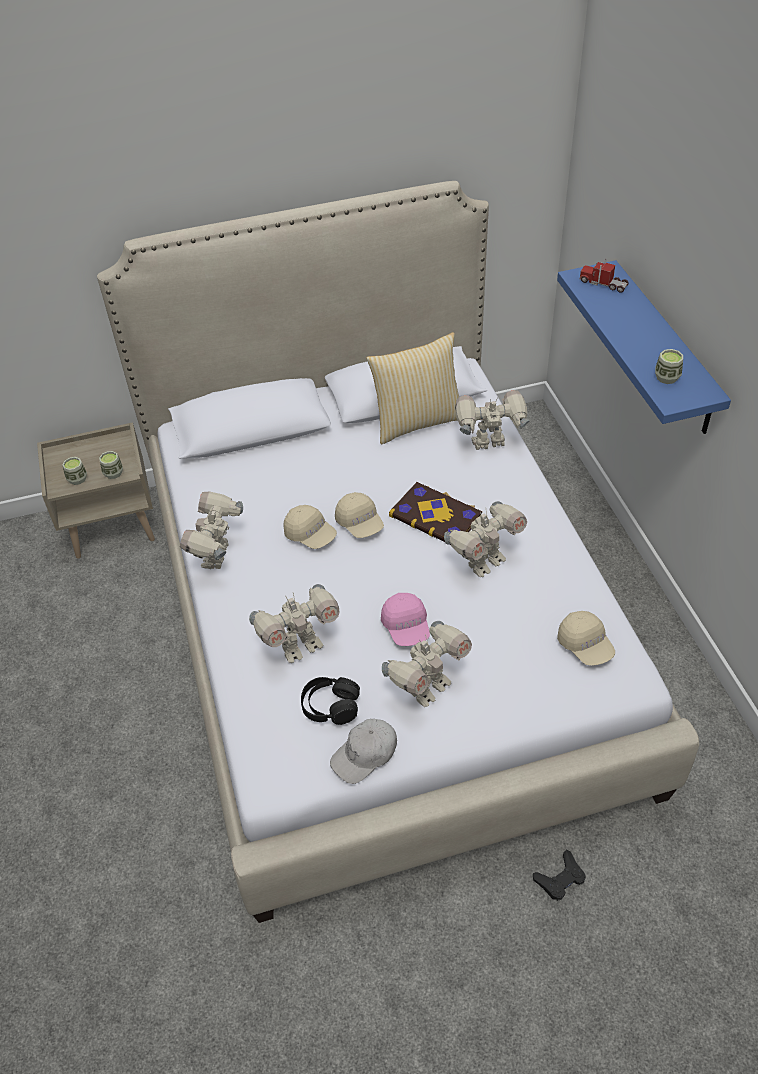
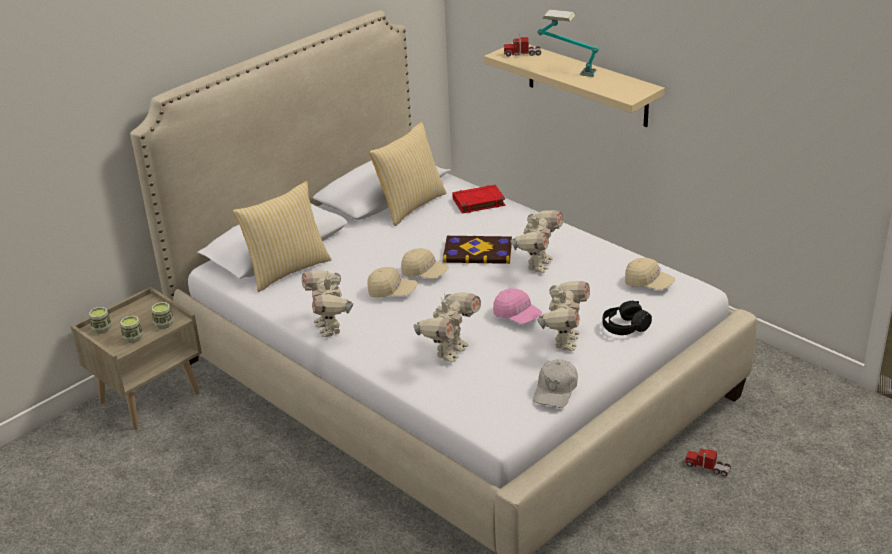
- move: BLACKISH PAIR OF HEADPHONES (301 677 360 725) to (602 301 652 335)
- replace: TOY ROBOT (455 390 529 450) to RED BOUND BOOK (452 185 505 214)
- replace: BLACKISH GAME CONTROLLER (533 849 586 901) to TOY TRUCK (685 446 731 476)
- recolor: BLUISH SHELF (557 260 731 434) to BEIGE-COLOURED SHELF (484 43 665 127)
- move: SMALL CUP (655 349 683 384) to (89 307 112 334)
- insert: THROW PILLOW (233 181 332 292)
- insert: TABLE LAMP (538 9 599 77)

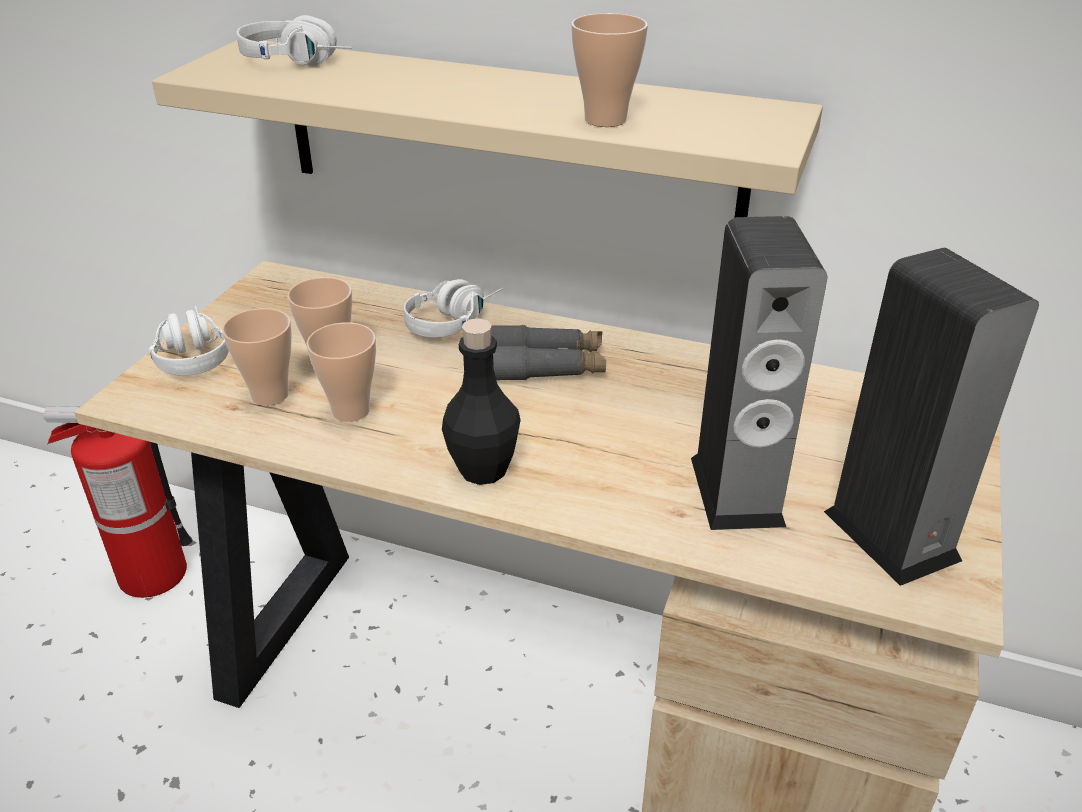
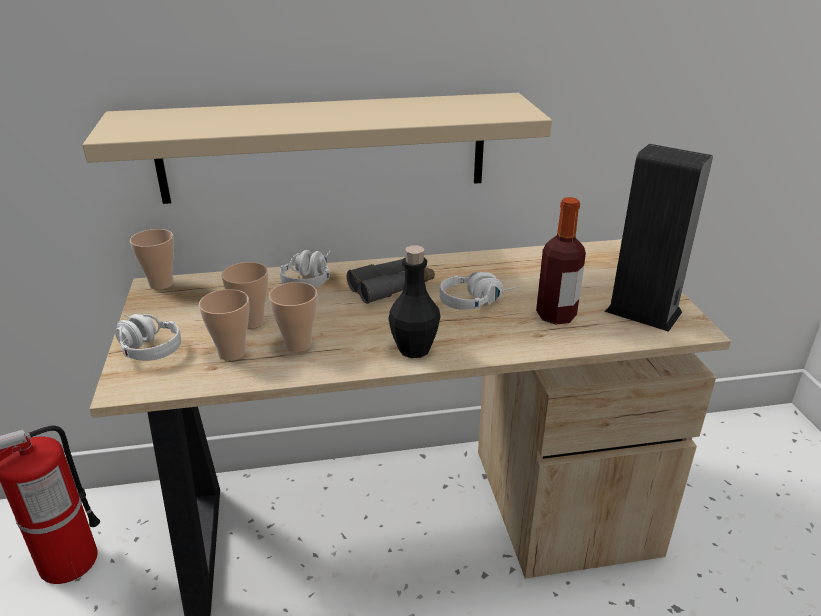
- move: WHITE-COLOURED PAIR OF HEADPHONES (237 15 352 66) to (440 272 520 309)
- move: SMALL CUP (571 13 648 127) to (130 229 174 290)
- replace: LOUDSPEAKER (691 216 827 530) to DRINK BOTTLE (536 197 586 325)

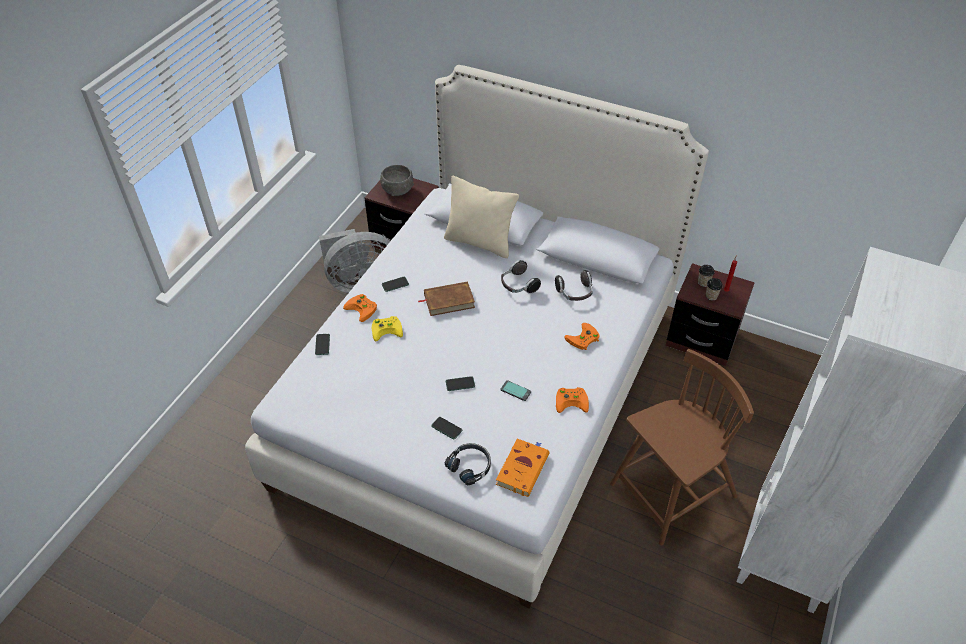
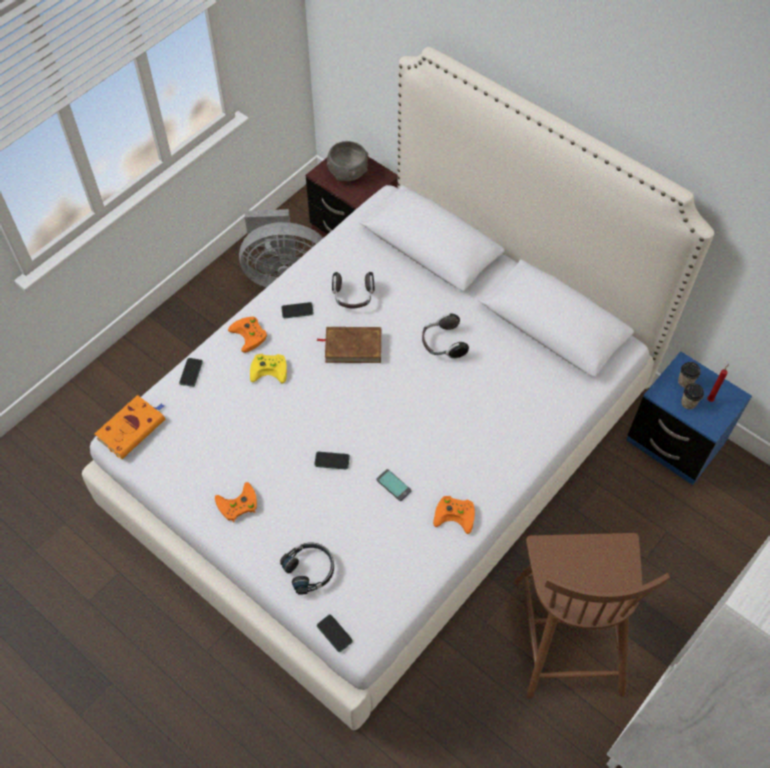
- move: PHONE (431 417 462 440) to (317 615 353 652)
- delete: BEIGE-COLOURED THROW PILLOW (444 176 519 258)
- move: ORANGEY BOUND BOOK (496 439 549 497) to (95 395 165 459)
- move: PAIR OF HEADPHONES (555 270 593 301) to (332 272 375 308)
- move: ORANGEY GAME CONTROLLER (564 323 600 350) to (215 482 257 522)
- rotate: BROWN UPRIGHT CHAIR (610 349 754 546) = (513 533 670 699) 105 degrees clockwise
- recolor: BROWN NIGHT TABLE (666 263 755 366) to BLUISH NIGHT TABLE (626 351 752 485)

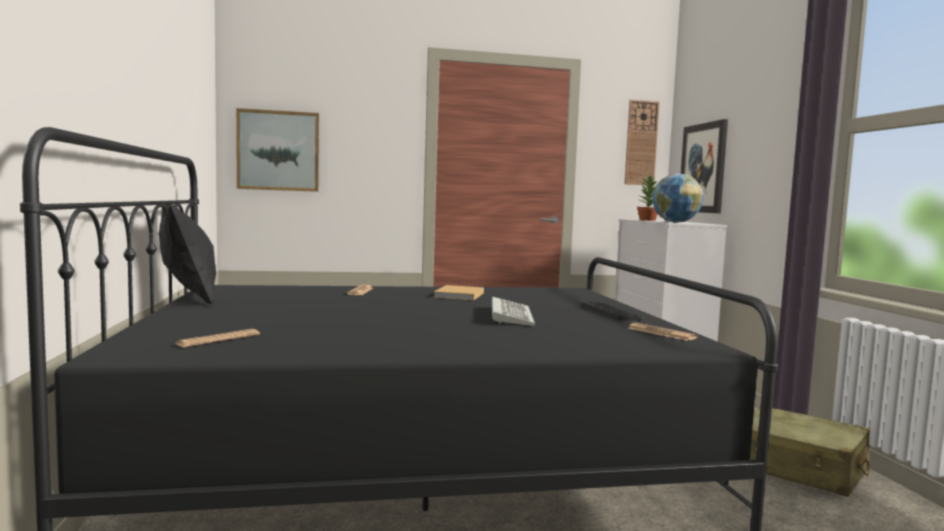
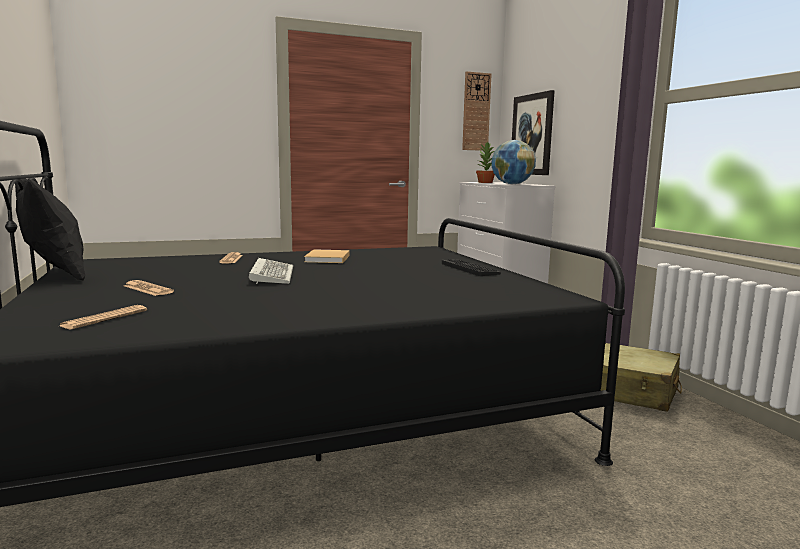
- delete: WALL PICTURE (236 108 319 192)
- move: KEYBOARD (492 297 535 326) to (249 258 293 284)
- move: DAILY PAPER (628 323 698 341) to (124 280 174 296)

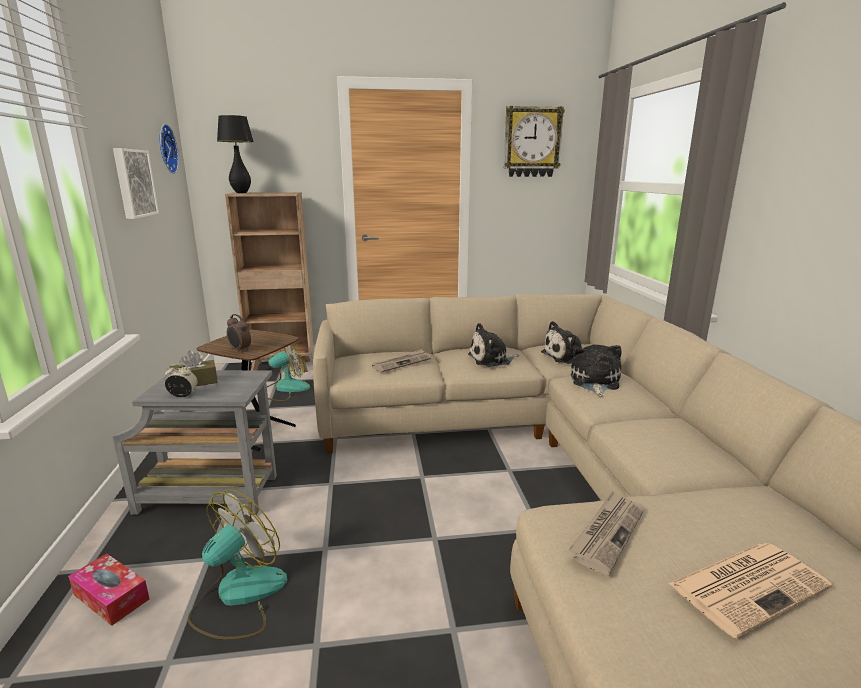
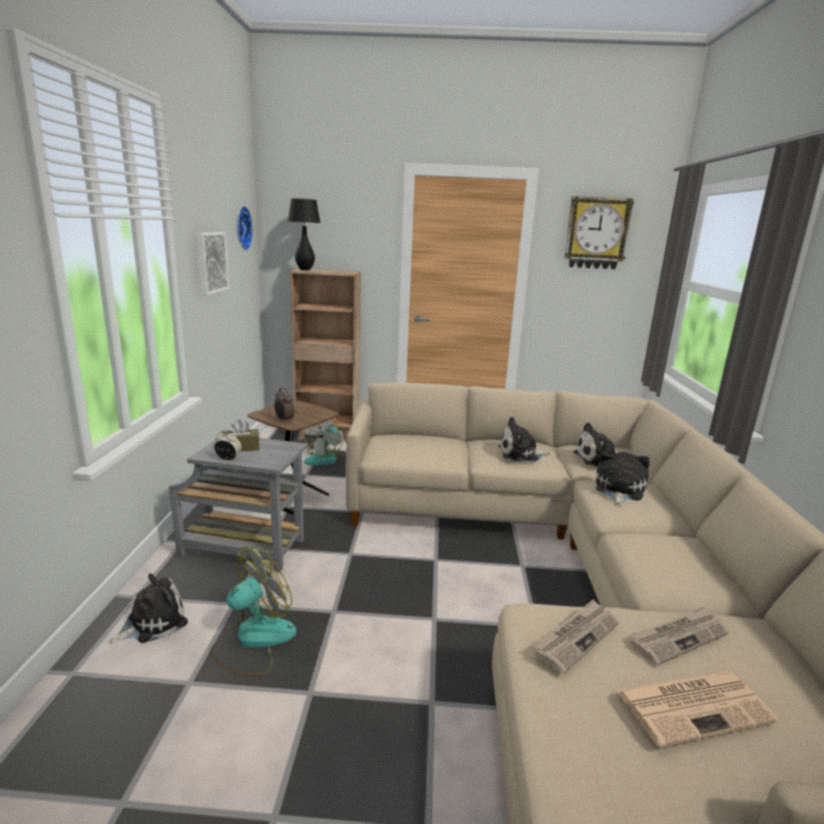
- replace: TISSUE HOLDER (68 553 149 626) to PLUSH TOY (109 573 188 644)
- rotate: ELECTRIC FAN (267 333 310 401) = (303 417 345 466) 135 degrees clockwise
- move: DAILY PAPER (372 349 431 372) to (630 606 729 666)

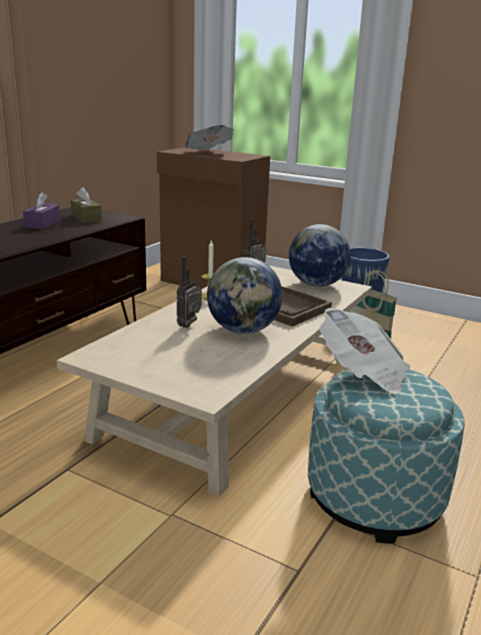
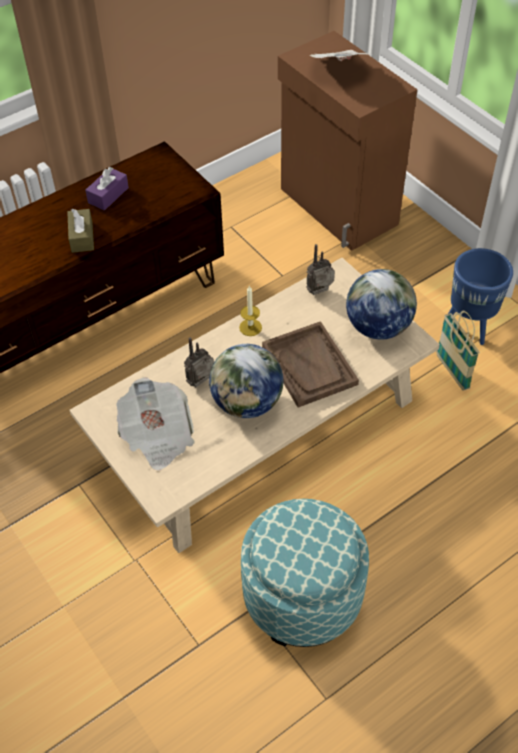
- move: BROWN TISSUE HOLDER (71 187 102 223) to (67 209 94 253)
- move: DAILY PAPER (319 308 410 394) to (116 377 195 470)

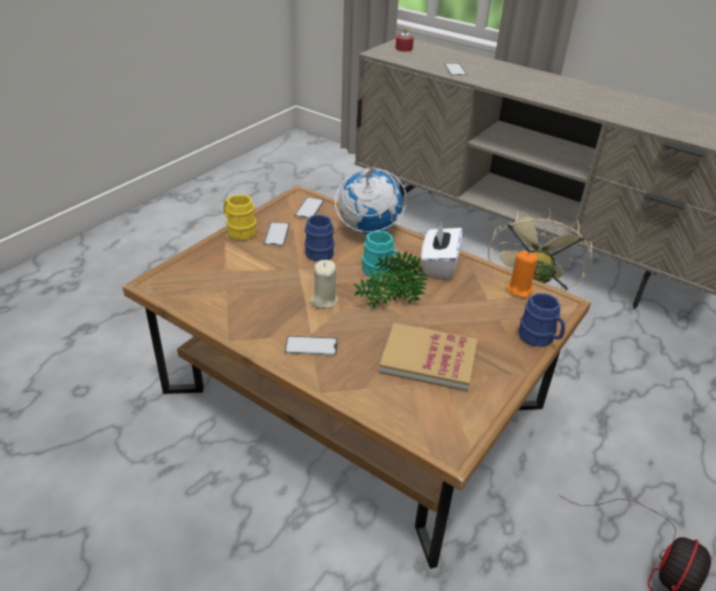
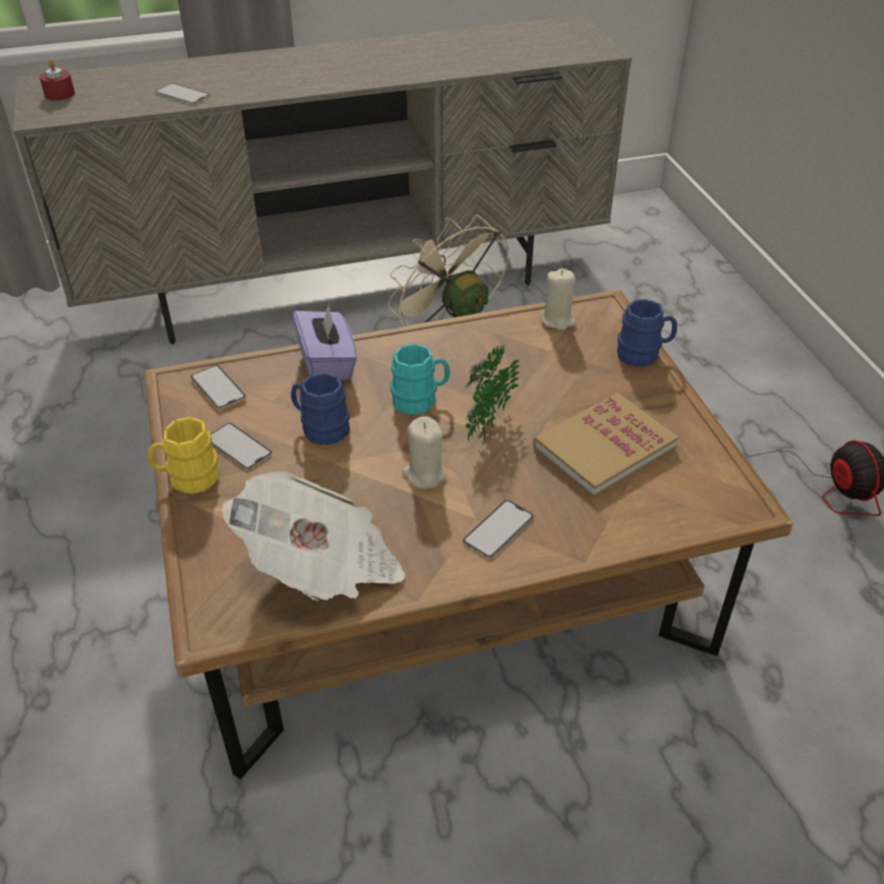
- replace: GLOBE (335 163 407 234) to PURPLISH TISSUE HOLDER (293 304 357 381)
- delete: WHITE-COLOURED TISSUE HOLDER (421 222 463 279)
- recolor: ORANGEY CANDLE (507 251 538 299) to BEIGE-COLOURED CANDLE (541 268 576 330)
- insert: DAILY PAPER (222 471 406 601)

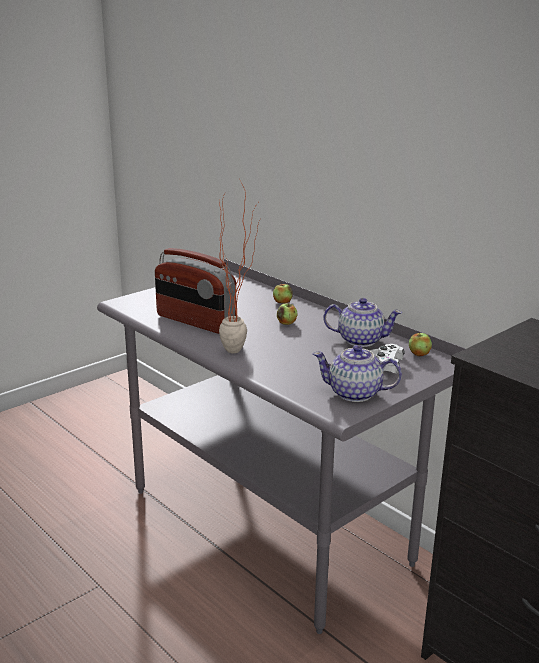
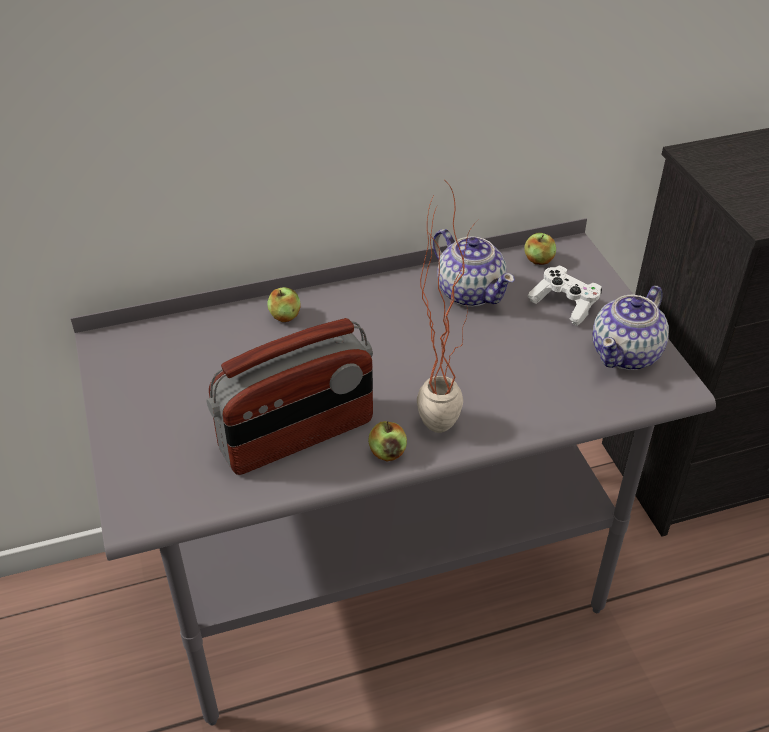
- move: APPLE (277 301 298 325) to (368 421 407 461)
- rotate: TEA POT (323 298 402 347) = (433 229 515 307) 105 degrees clockwise

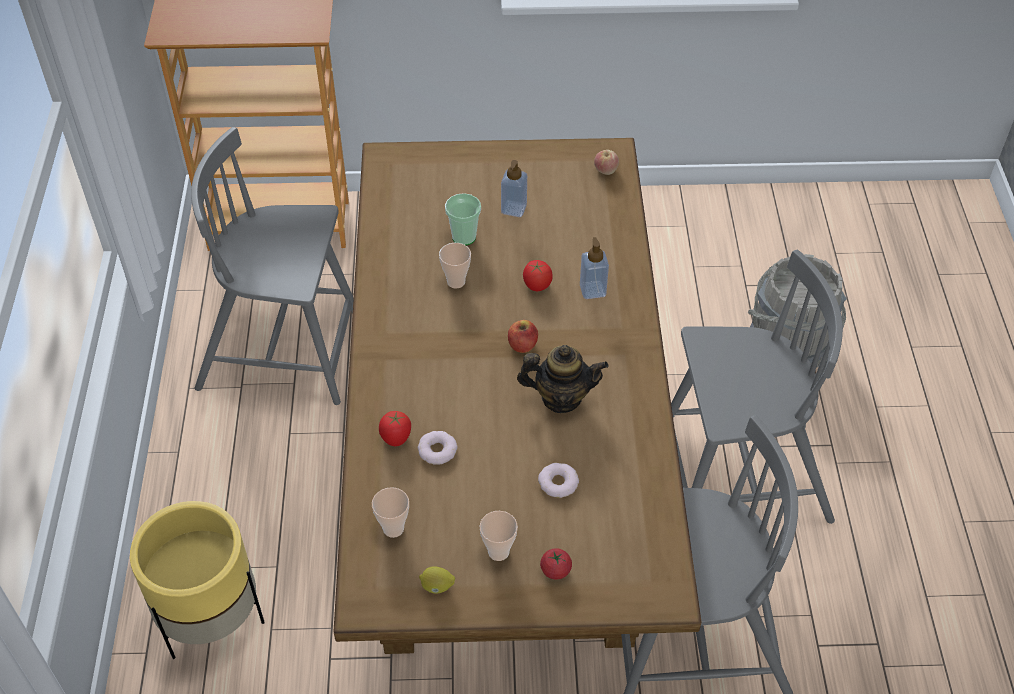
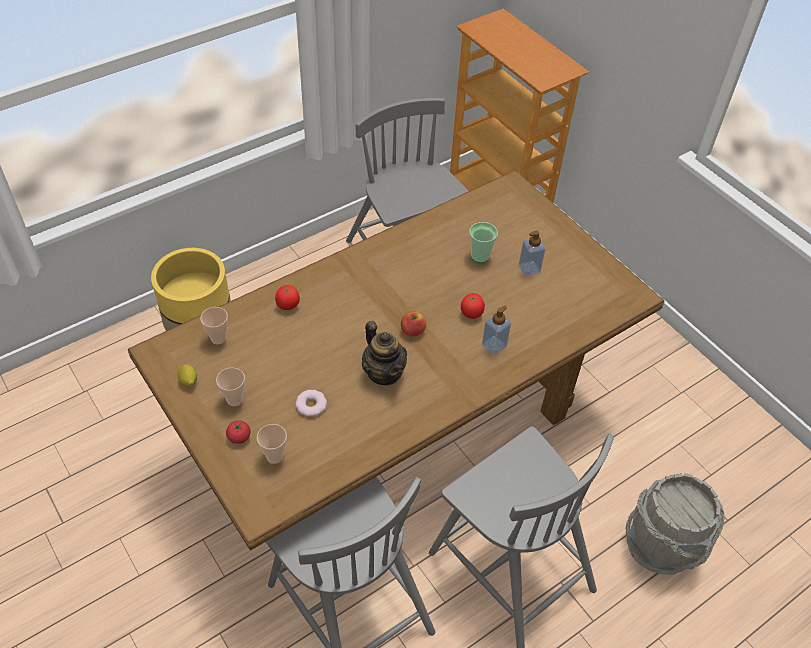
- delete: RING DOUGHNUT (418 431 458 464)
- move: SMALL CUP (439 243 471 289) to (257 424 287 464)
- delete: APPLE (594 150 619 175)

